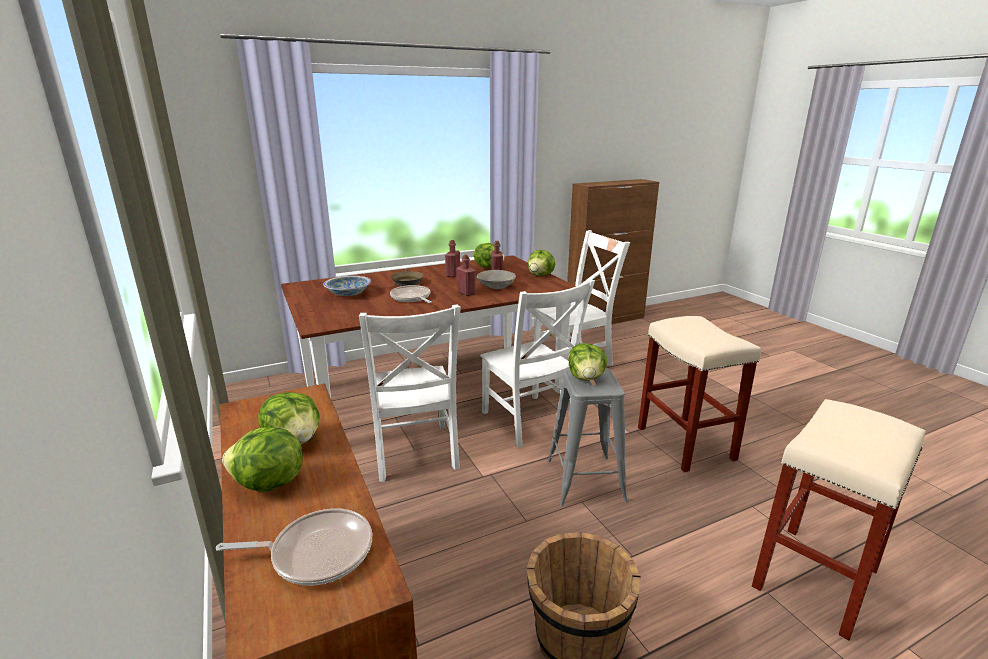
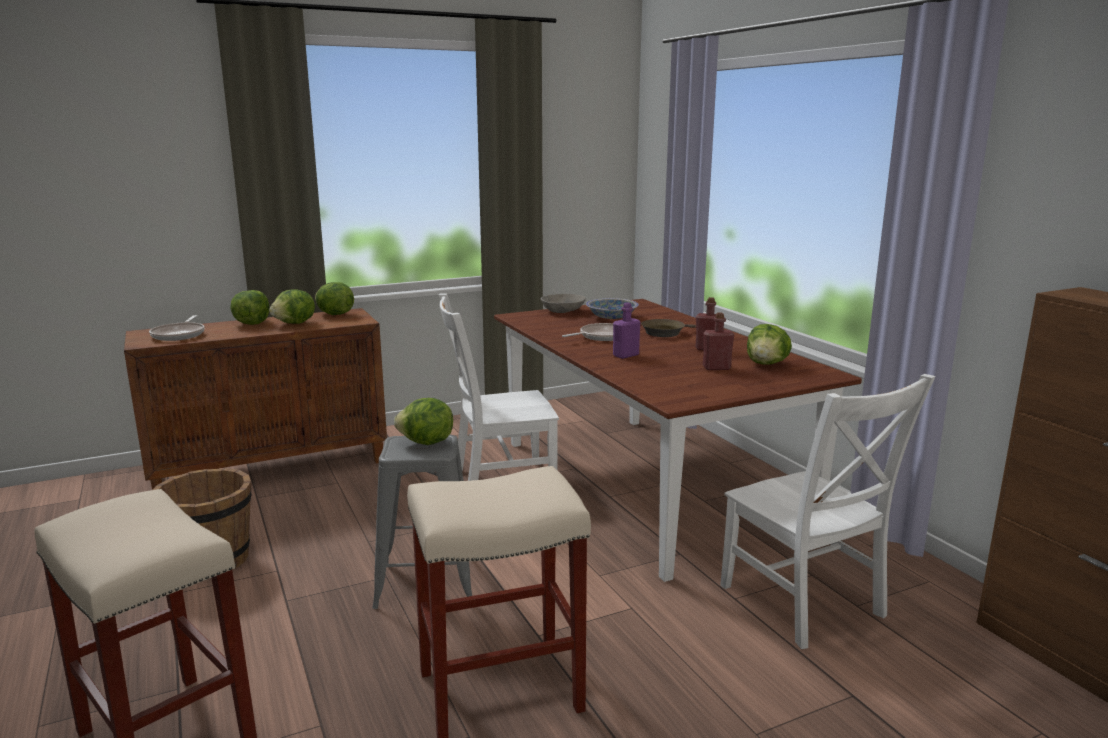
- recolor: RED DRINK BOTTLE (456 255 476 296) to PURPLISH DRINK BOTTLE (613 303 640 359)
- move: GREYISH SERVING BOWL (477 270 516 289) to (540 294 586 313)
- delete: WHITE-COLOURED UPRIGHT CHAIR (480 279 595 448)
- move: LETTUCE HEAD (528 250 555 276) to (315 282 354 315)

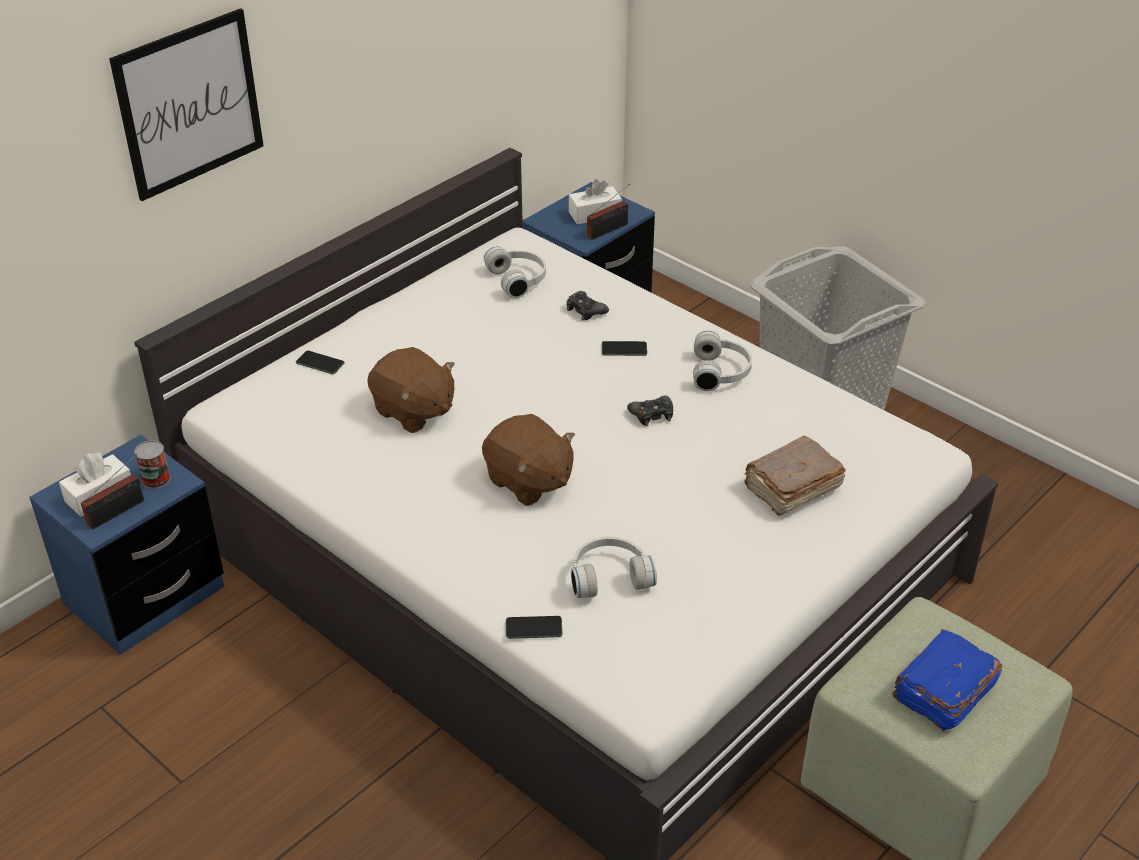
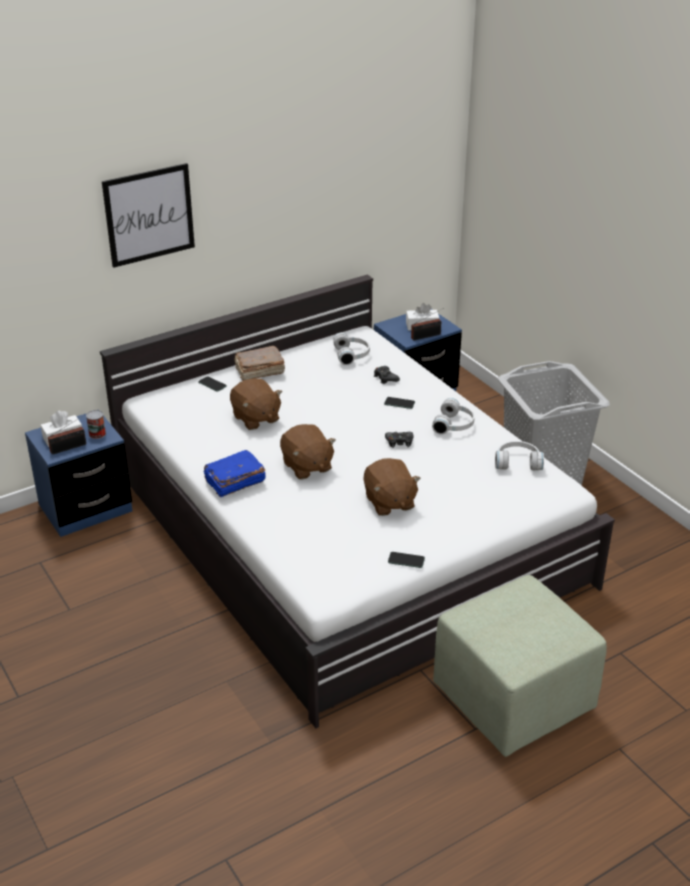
- move: PHONE (506 616 563 639) to (388 552 425 568)
- move: WHITE-COLOURED PAIR OF HEADPHONES (571 537 657 598) to (495 441 544 470)
- move: BROWN BOUND BOOK (745 436 846 516) to (234 346 285 381)
- move: BLUISH BOUND BOOK (892 629 1003 731) to (203 450 266 497)
- insert: BROWN PLUSH TOY (363 458 421 516)

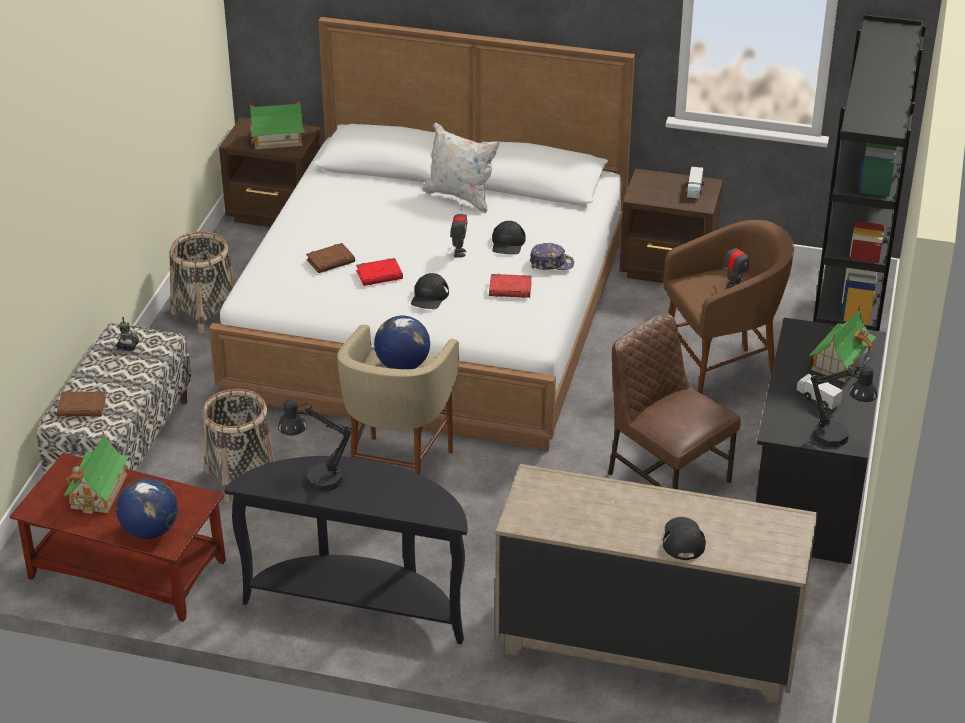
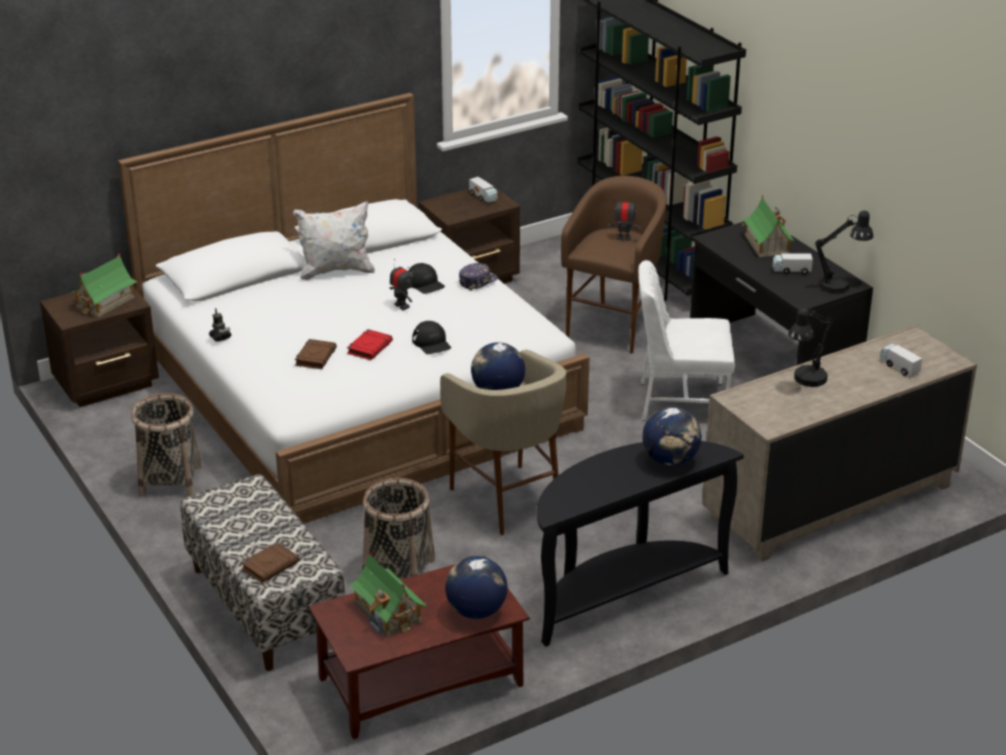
- move: TOY ROBOT (116 317 139 351) to (209 308 232 342)
- move: BLACKISH TABLE LAMP (278 398 353 491) to (788 306 833 387)
- delete: RED BOUND BOOK (489 274 532 298)
- recolor: BROWN UPRIGHT CHAIR (608 314 741 489) to WHITE-COLOURED UPRIGHT CHAIR (638 260 735 421)
- delete: BLACKISH PEAKED CAP (663 517 706 560)
- insert: GLOBE (642 407 701 466)
- insert: TOY TRUCK (880 344 922 376)

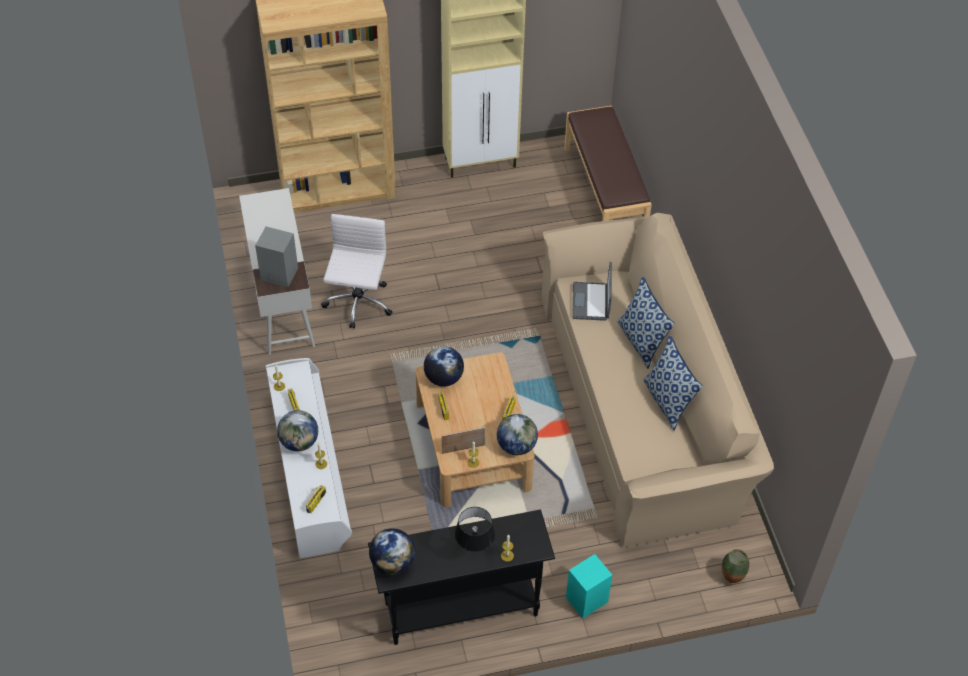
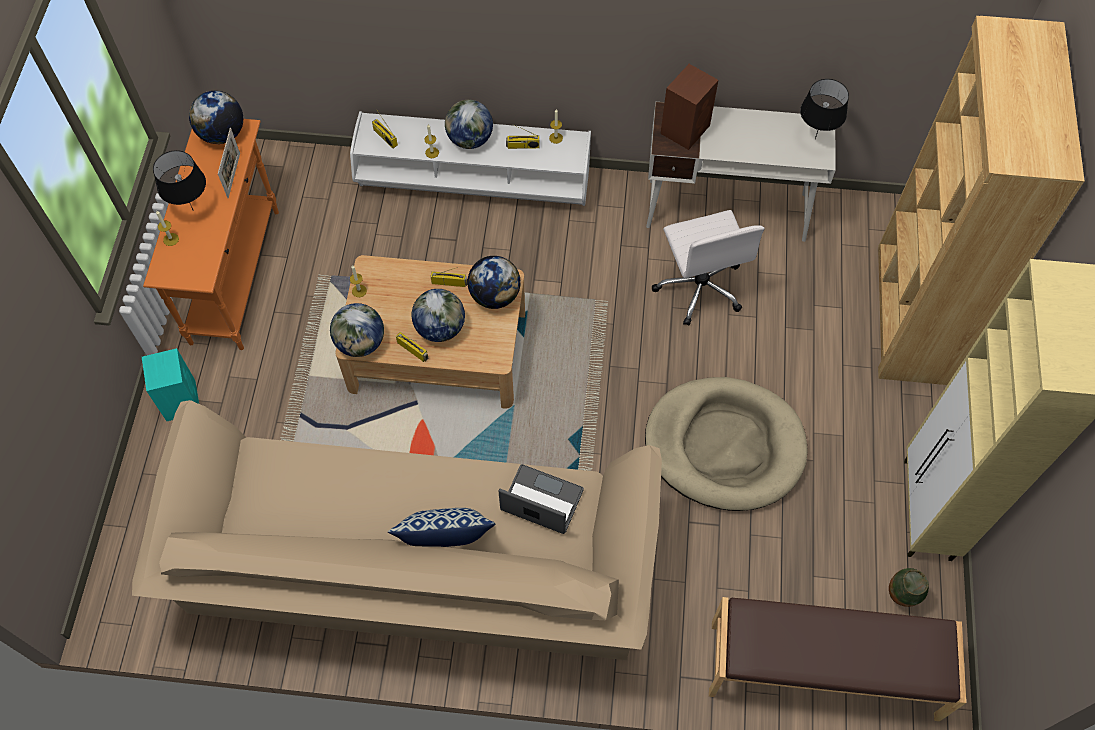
- recolor: GREYISH LOUDSPEAKER (255 226 298 287) to BROWN LOUDSPEAKER (660 64 718 150)
- rotate: WHITE-COLOURED DESK CHAIR (321 214 392 329) = (652 210 765 326) 45 degrees clockwise
- recolor: BLACKISH HALL TABLE (368 510 555 645) to ORANGEY HALL TABLE (143 119 279 350)
- move: PHOTO FRAME (441 427 485 454) to (218 128 240 198)
- delete: THROW PILLOW (643 335 703 431)
- move: VASE (722 549 749 583) to (889 568 929 607)
- insert: GLOBE (412 289 465 342)
- insert: BEIGE-COLOURED DOG BED (645 377 808 511)
- insert: BLACKISH TABLE LAMP (800 79 849 139)

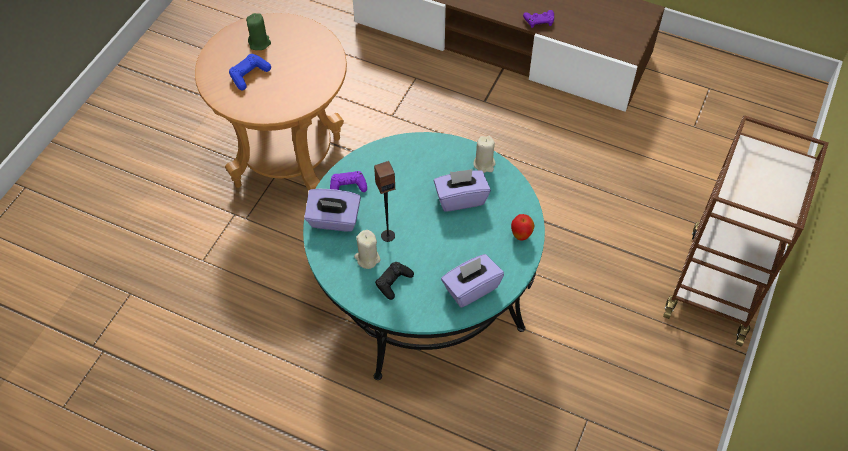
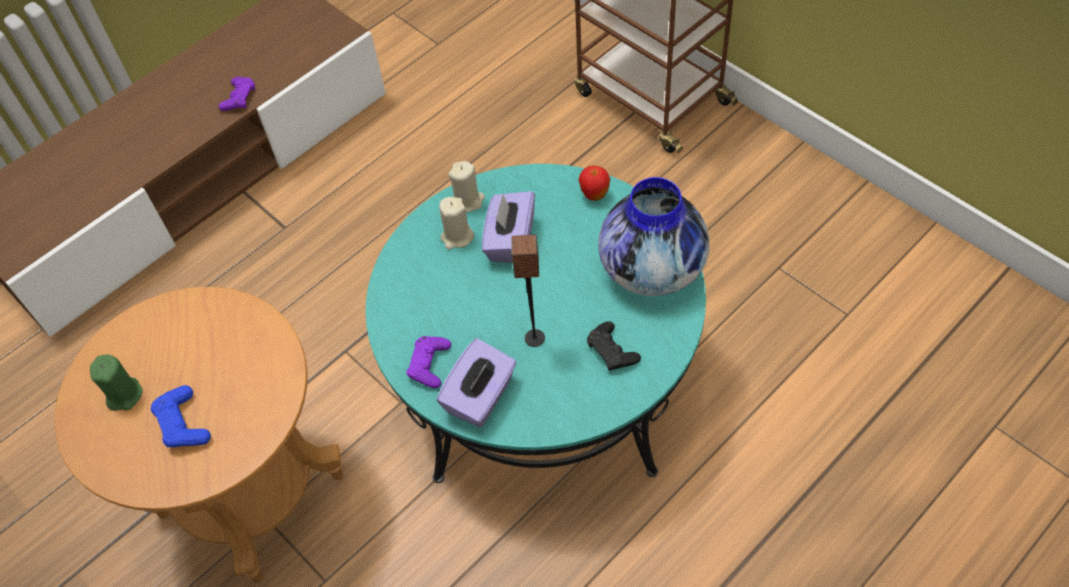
- move: BEIGE-COLOURED CANDLE (354 230 380 269) to (439 197 474 250)
- replace: PURPLISH TISSUE HOLDER (441 254 504 308) to VASE (598 177 709 296)

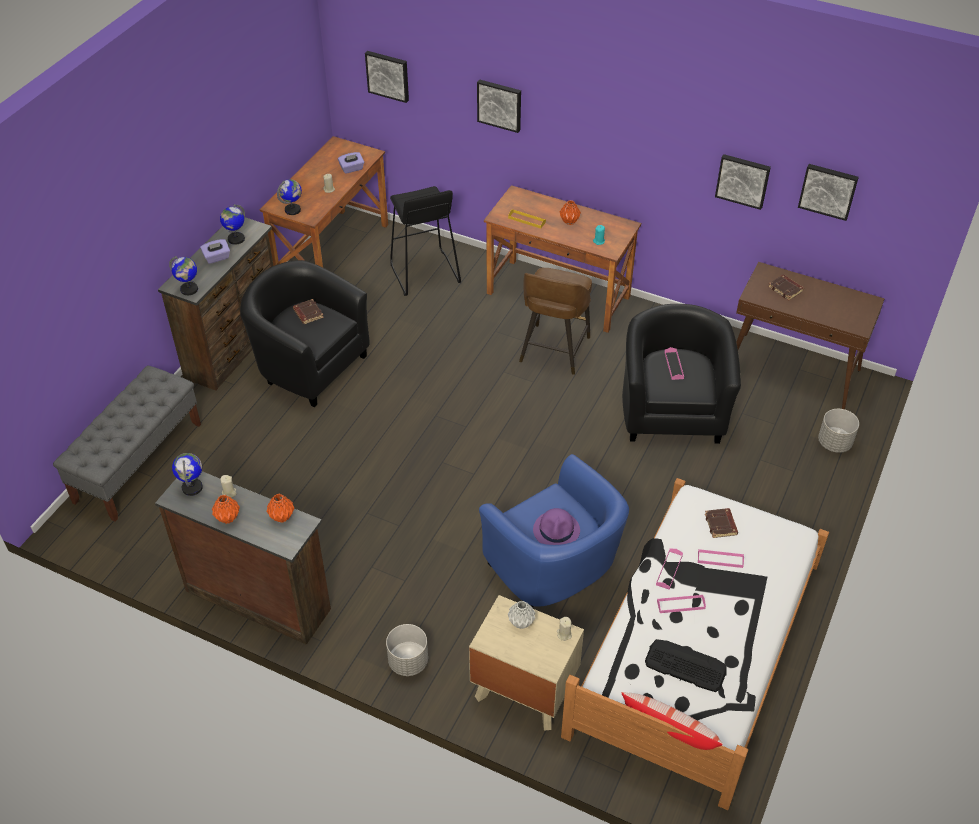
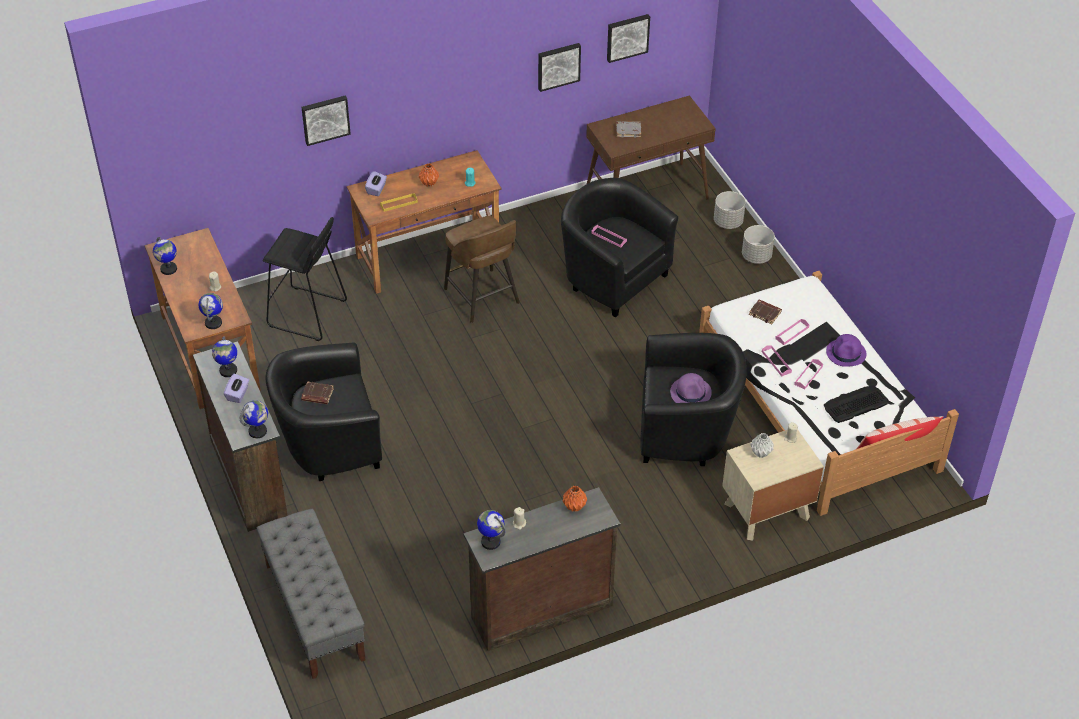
- delete: ORANGEY VASE (212 495 240 524)
- move: PURPLISH TISSUE HOLDER (338 152 364 174) to (365 171 387 196)
- delete: WALL PICTURE (365 51 409 103)
- move: GREYISH PLANT POT (386 624 428 676) to (742 225 775 264)
- recolor: BLUISH EASY CHAIR (479 454 629 607) to BLACKISH EASY CHAIR (640 333 746 466)
- recolor: BROWN BOUND BOOK (768 275 804 300) to GREYISH BOUND BOOK (616 121 641 138)
- insert: GLOBE (153 237 177 275)
- insert: PURPLISH WEARABLE HAT (826 334 866 367)

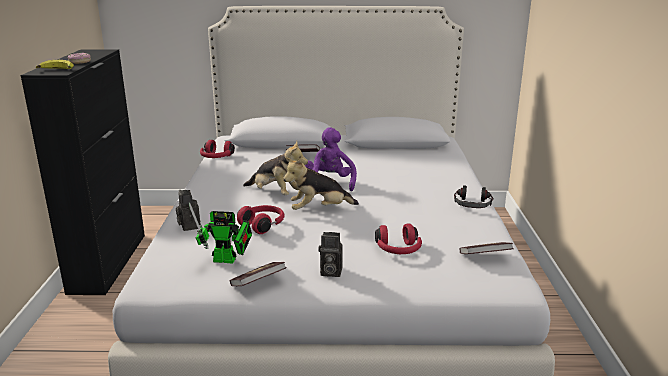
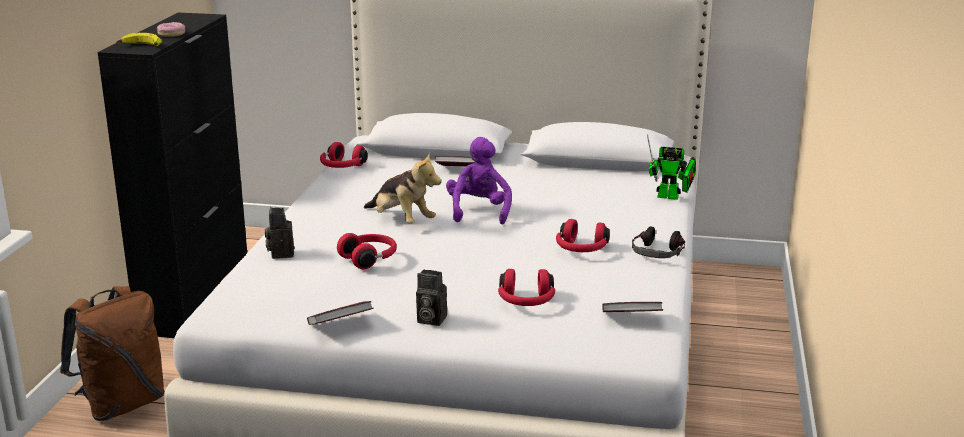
- move: TOY ROBOT (189 203 252 264) to (647 134 696 200)
- delete: PLUSH TOY (283 157 359 210)
- insert: BROWN RUCKSACK (60 286 165 421)
- insert: RED PAIR OF HEADPHONES (556 219 610 252)

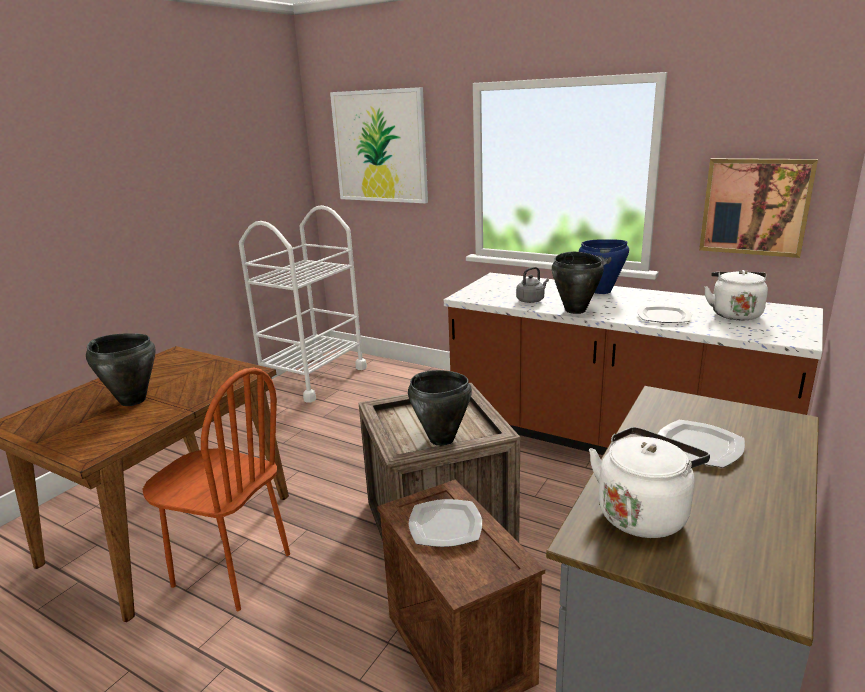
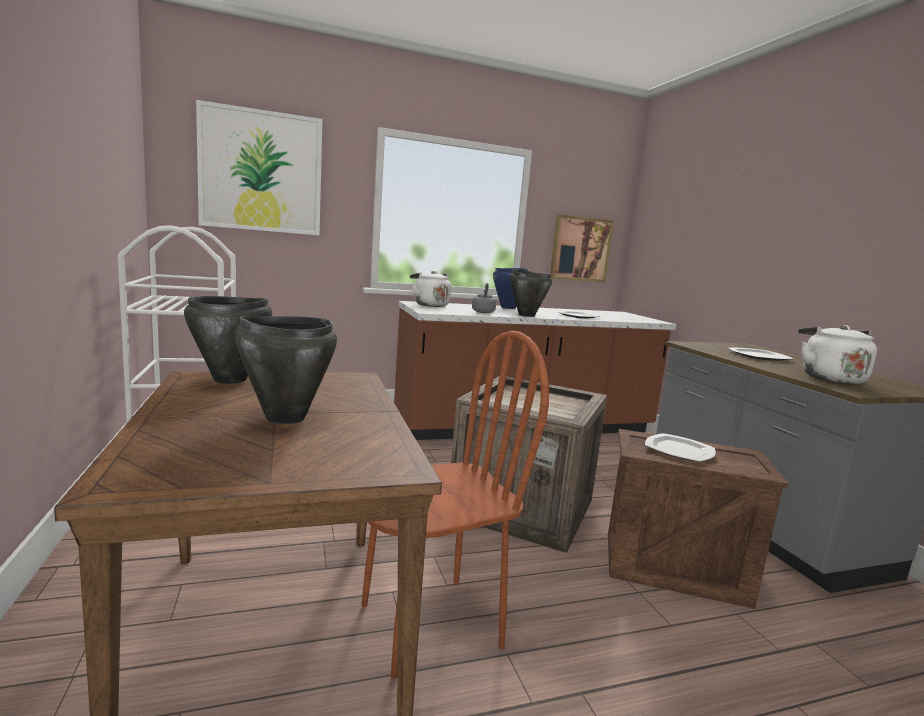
- move: BLACKISH SAUCEPOT (408 370 472 446) to (184 296 272 384)
- move: WHITE-COLOURED WATER KETTLE (704 270 768 320) to (410 271 451 307)

